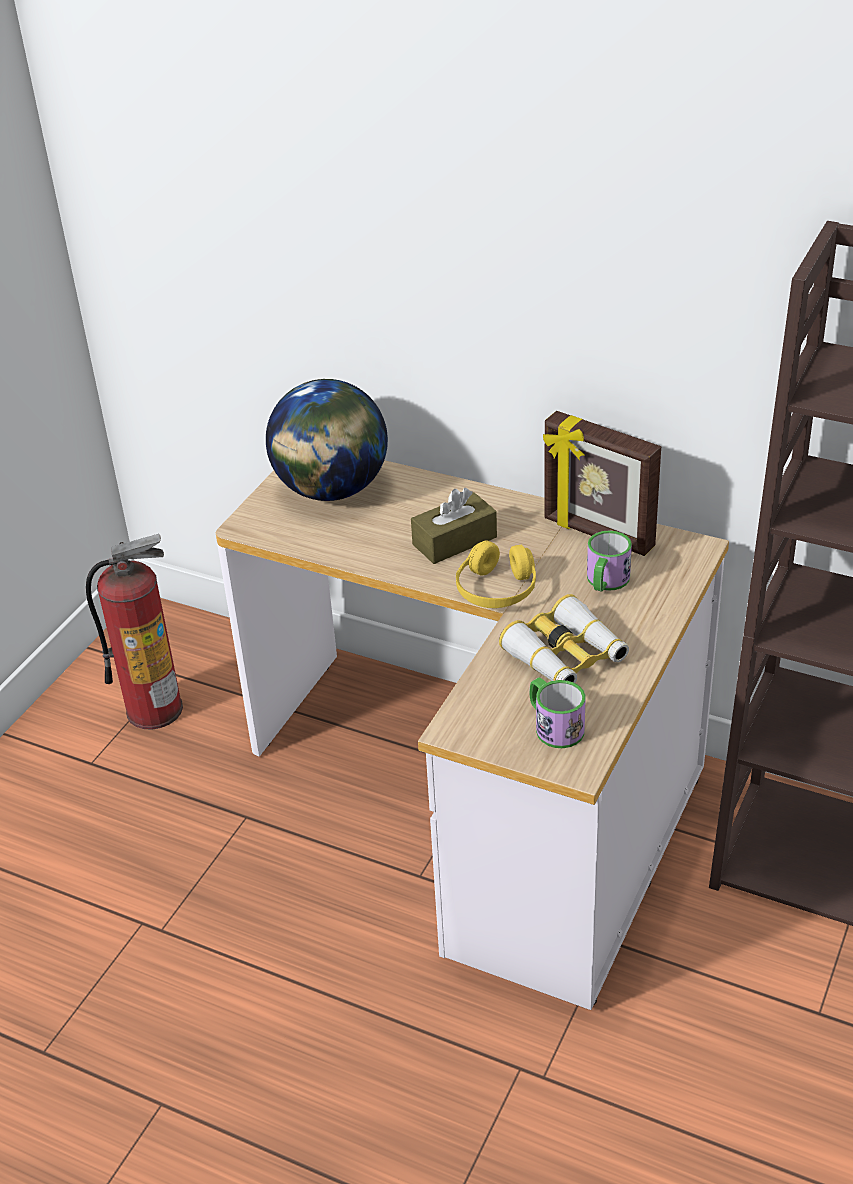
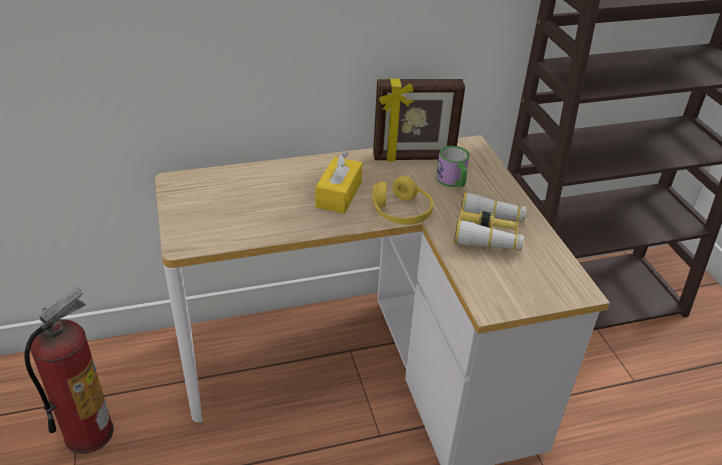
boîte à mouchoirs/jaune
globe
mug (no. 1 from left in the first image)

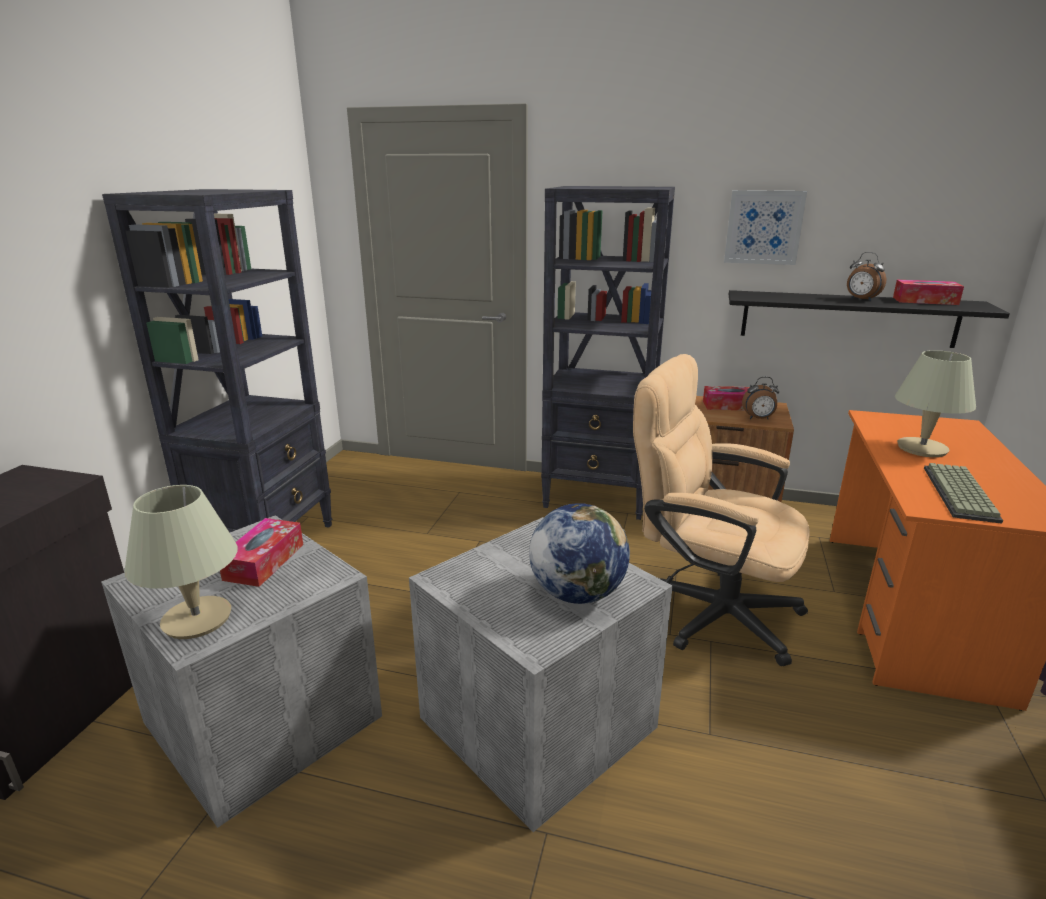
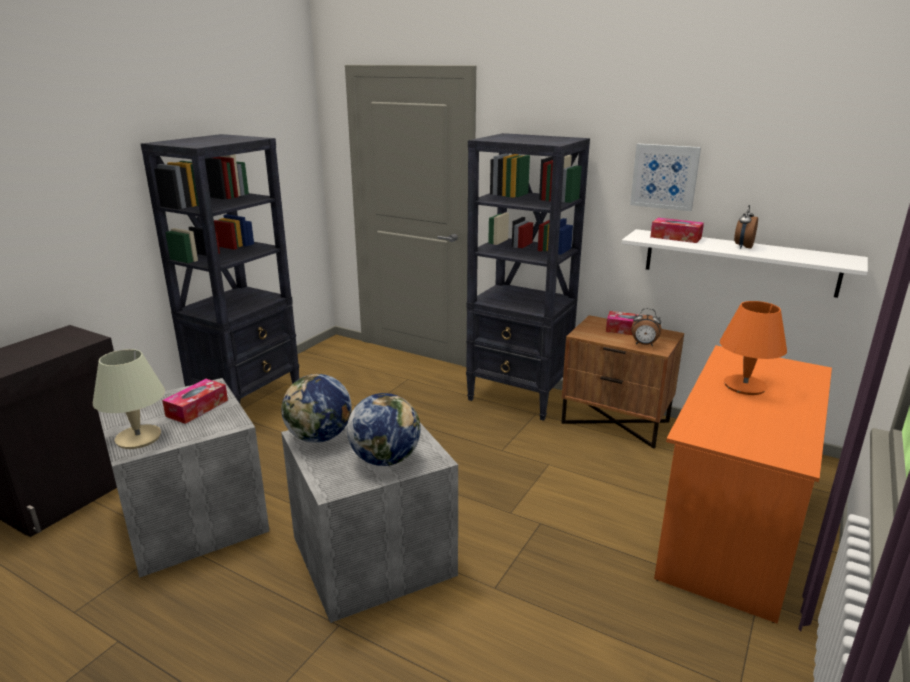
globe (no. 1 from left)
étagère/blanc
boîte à mouchoirs (no. 3 from left)
lampe de table/orange
réveil (no. 2 from left)
chaise de bureau/beige
clavier

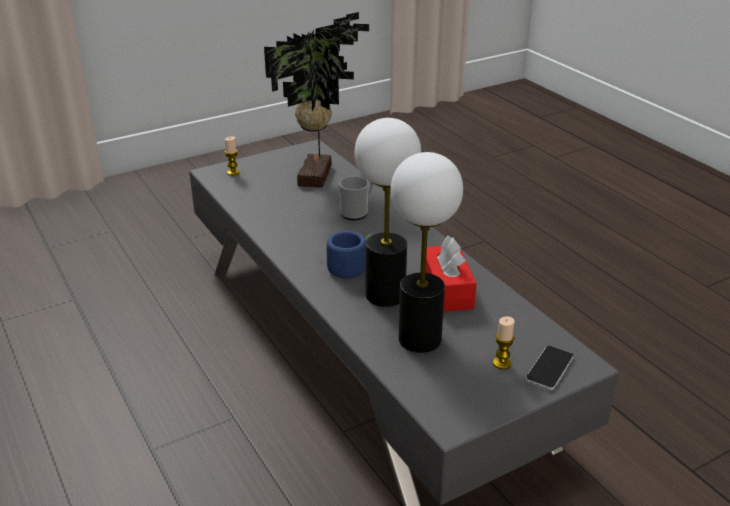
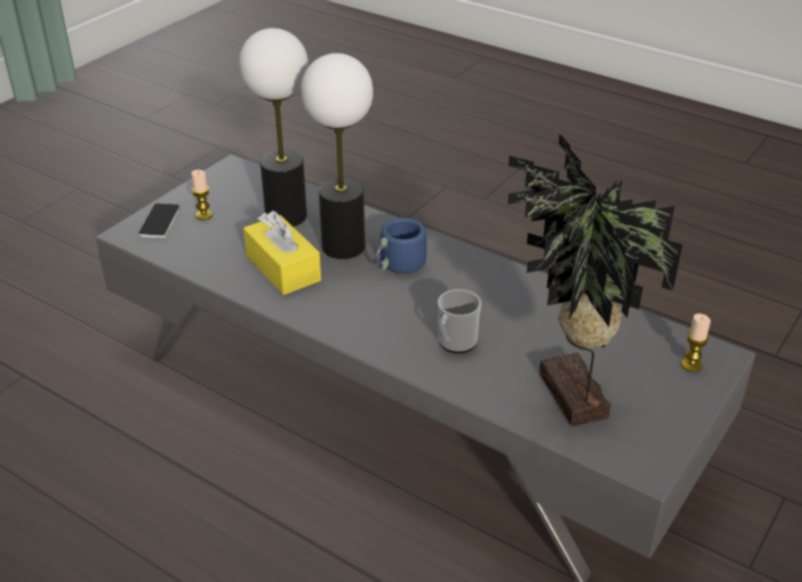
boîte à mouchoirs/jaune

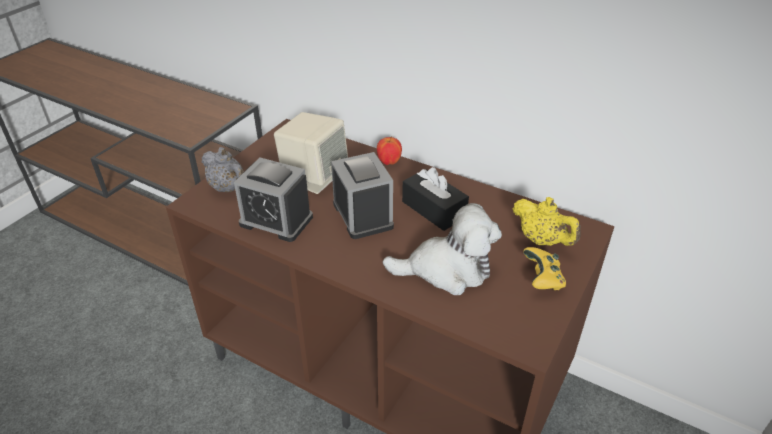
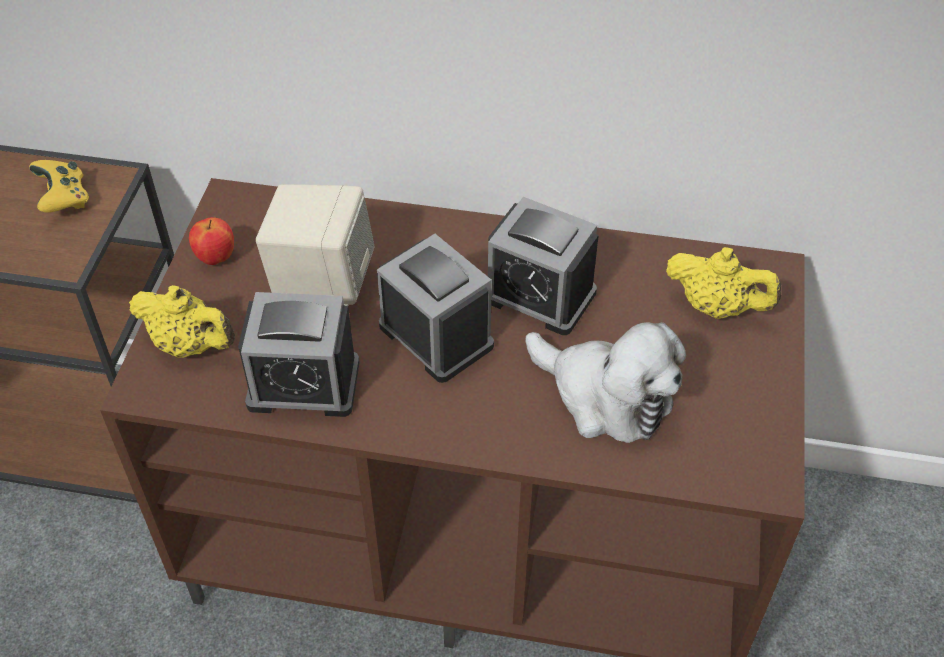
manette/jaune
théière/jaune (no. 1 from left)
pomme
réveil (no. 3 from left)
peluche

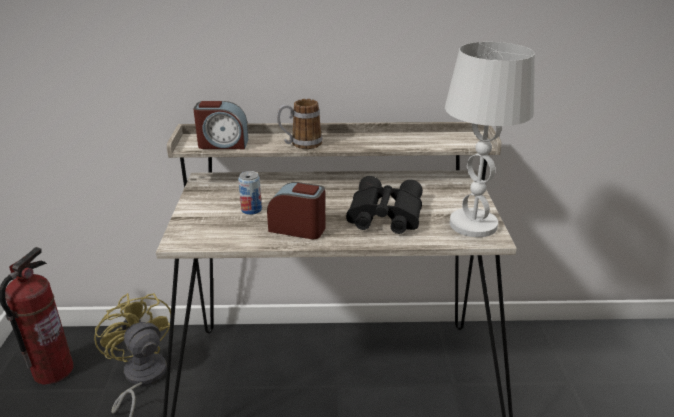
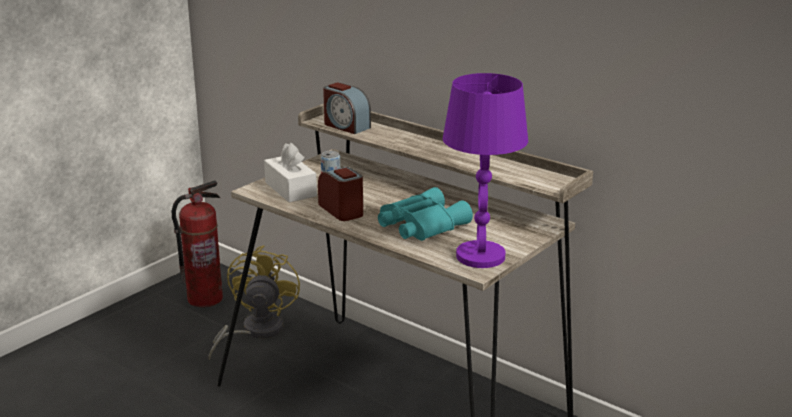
boîte à mouchoirs/blanc
jumelles/turquoise
lampe de table/violet
mug

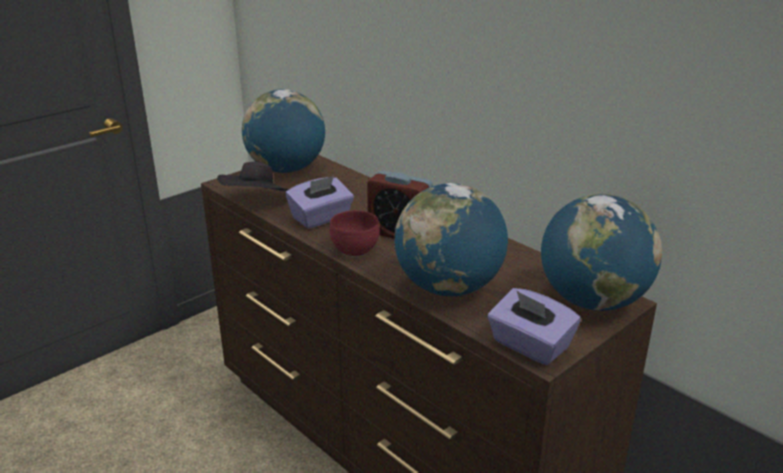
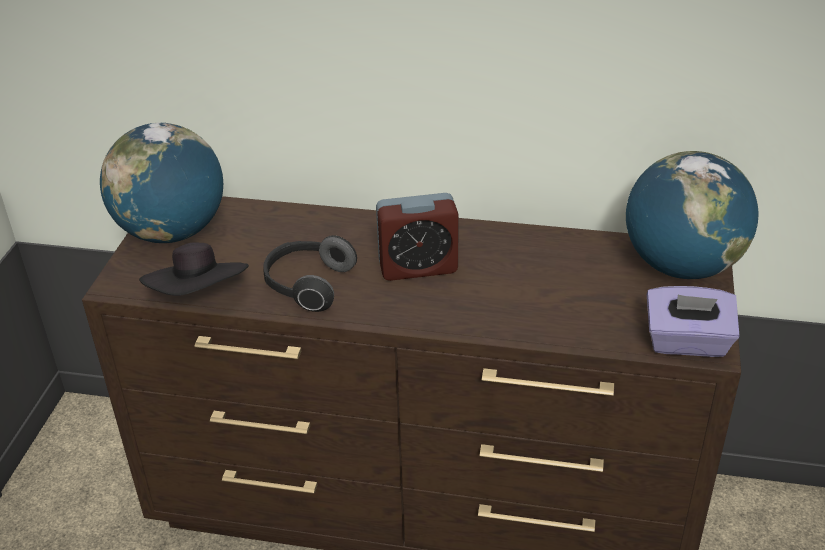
casque audio
bol/rouge
globe (no. 2 from left in the first image)

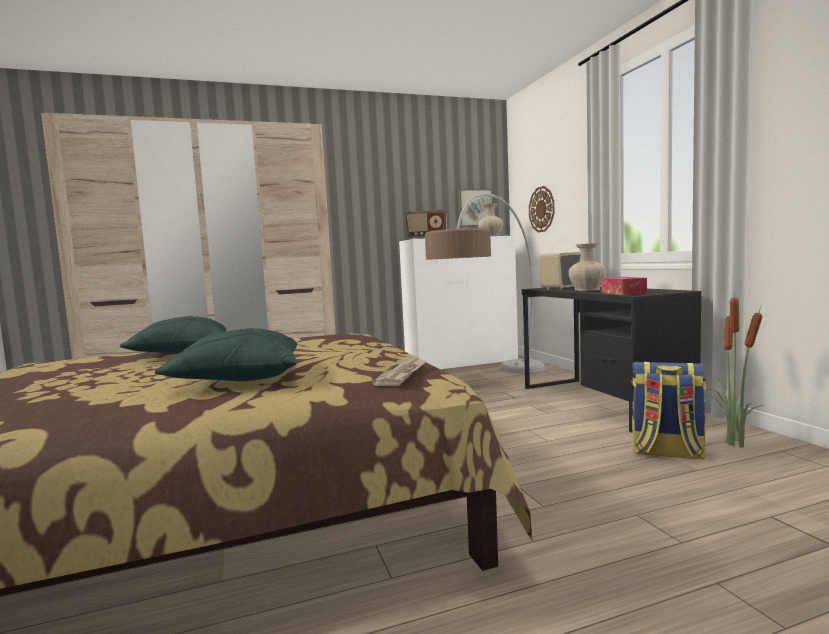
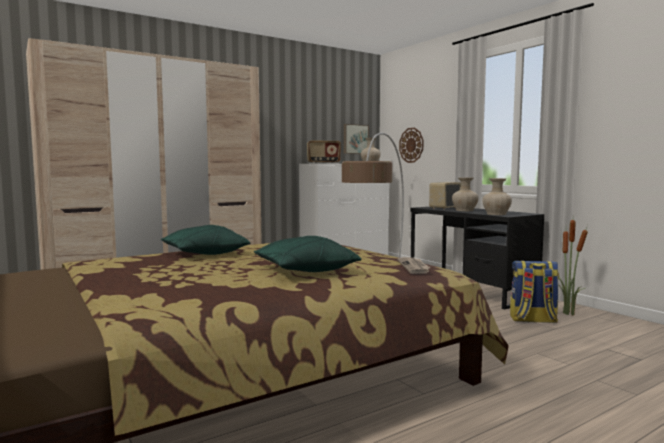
vase/beige (no. 3 from left)

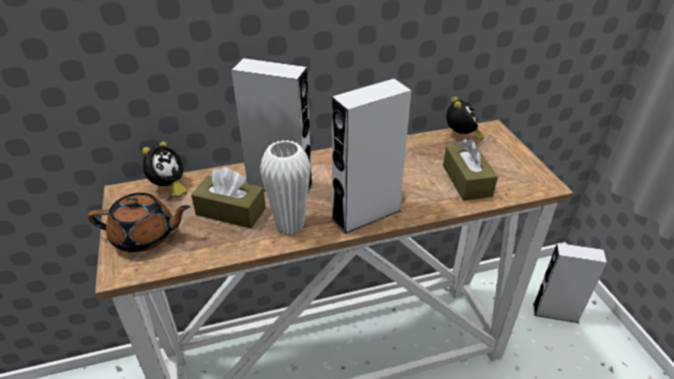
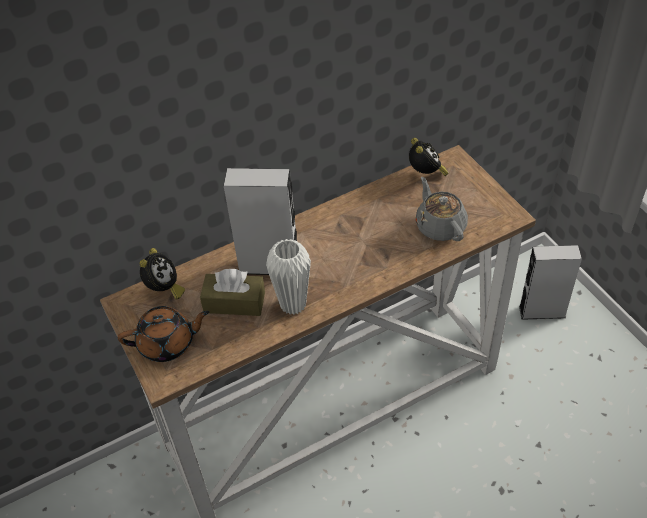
théière/gris
enceinte/gris (no. 2 from left in the first image)

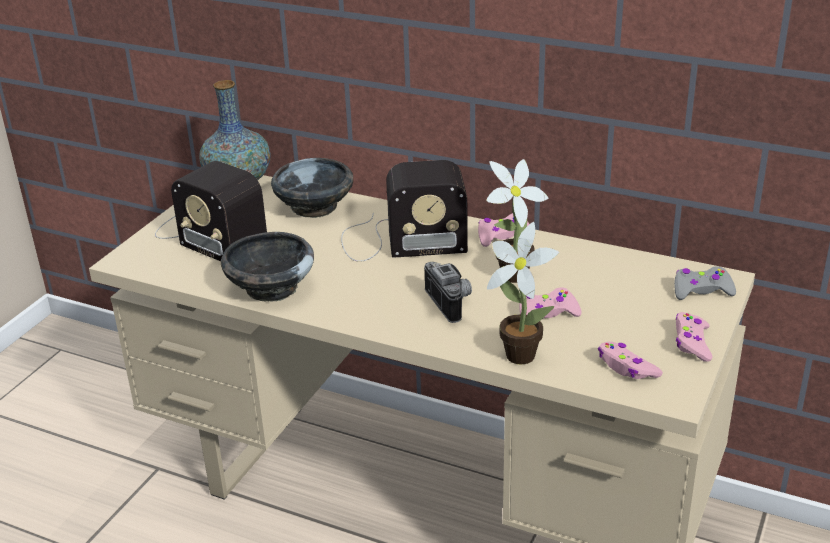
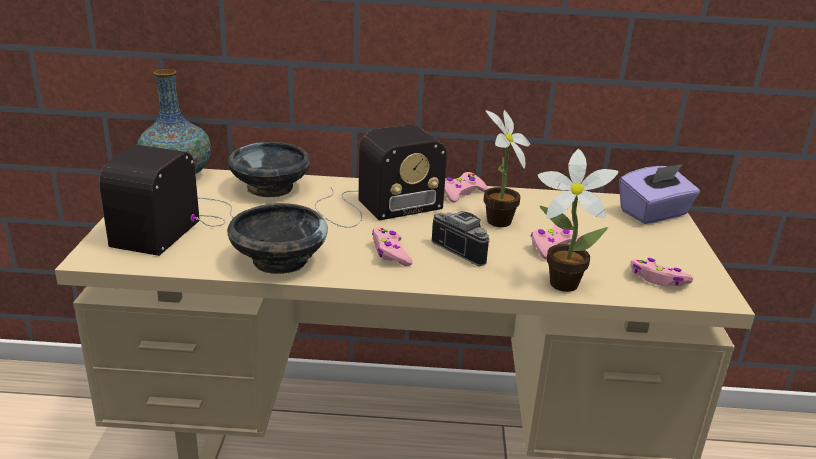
radio (no. 1 from left)
manette/rose (no. 1 from left)
boîte à mouchoirs/violet

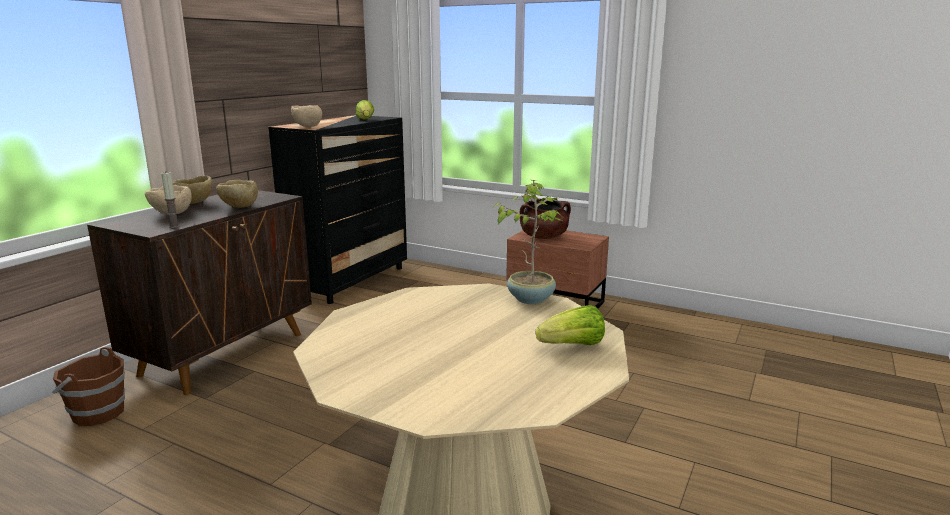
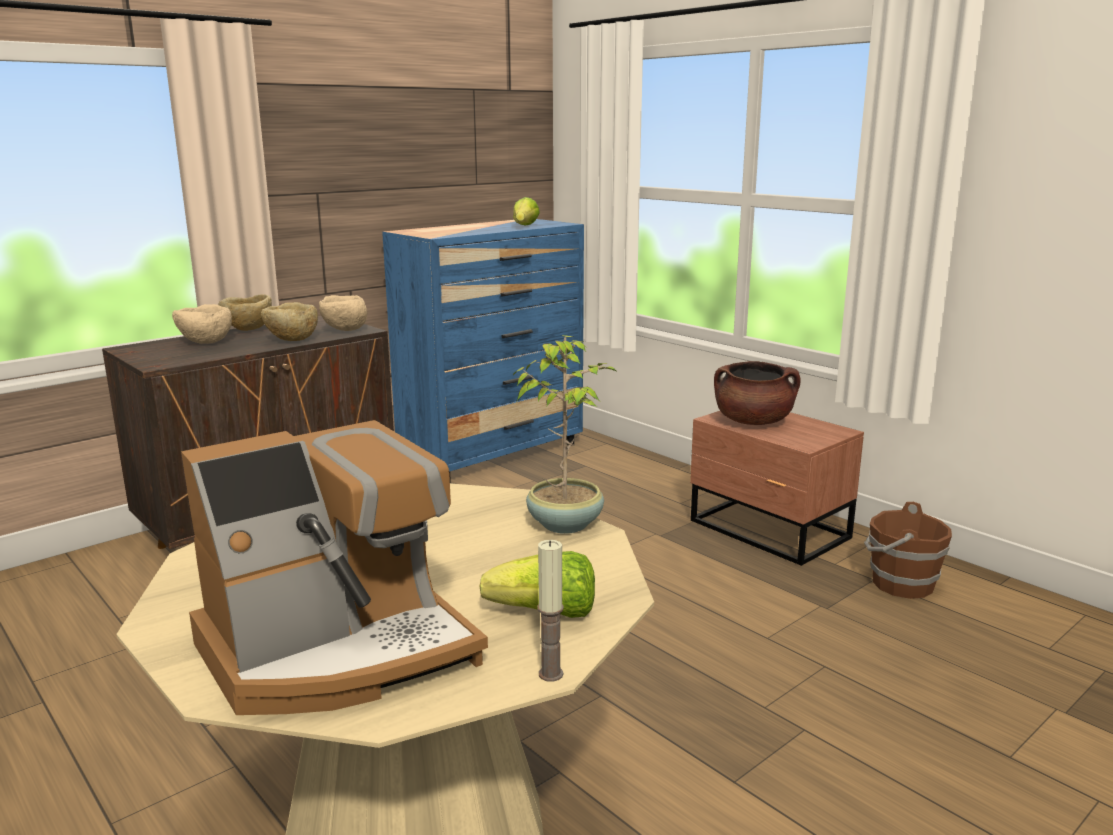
machine à café
bol/beige (no. 4 from left)
commode/bleu
bougie
seau/marron

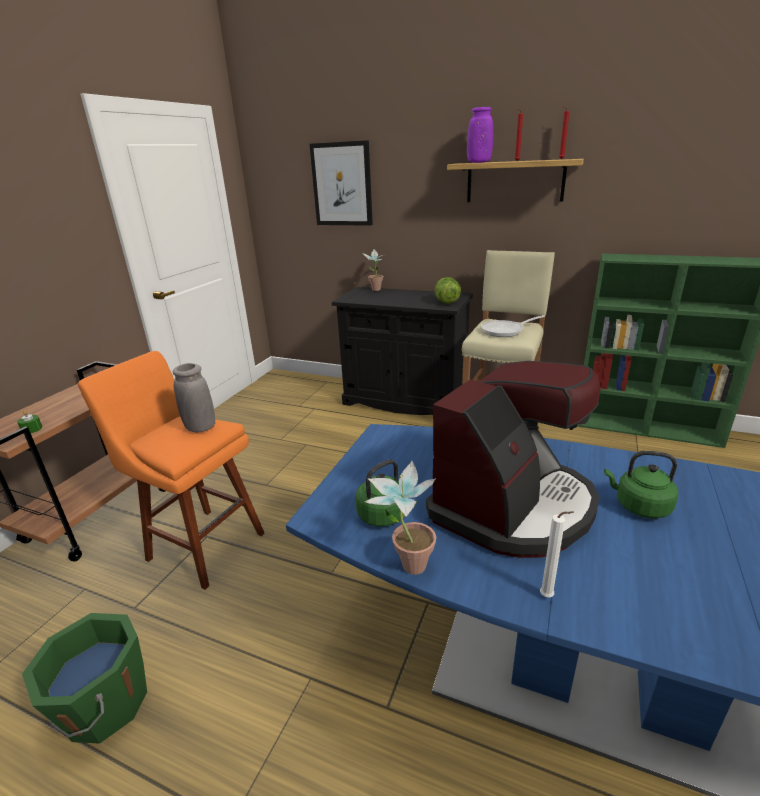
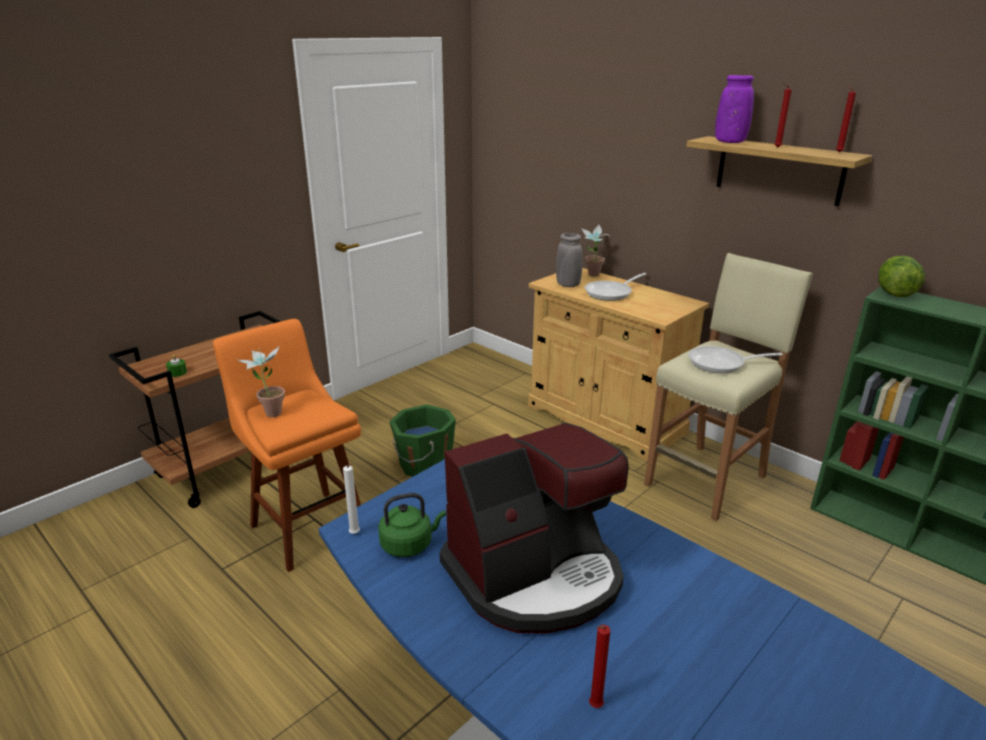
plante en pot (no. 1 from left)
bougie/blanc
seau/vert
meuble de rangement/beige
vase/gris
poêle (no. 1 from left)
bougie/rouge (no. 1 from left)
laitue
tableau
bouilloire/vert (no. 2 from left in the first image)

